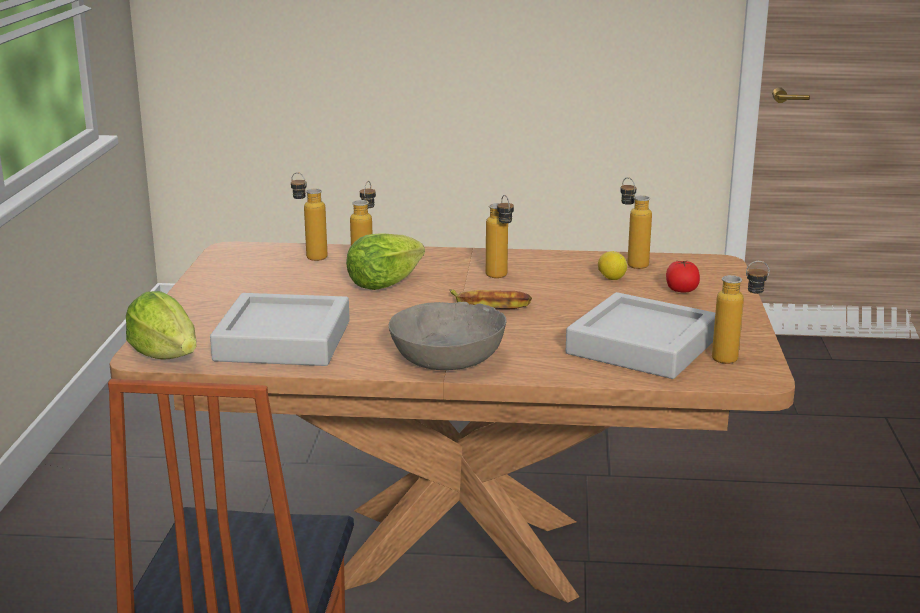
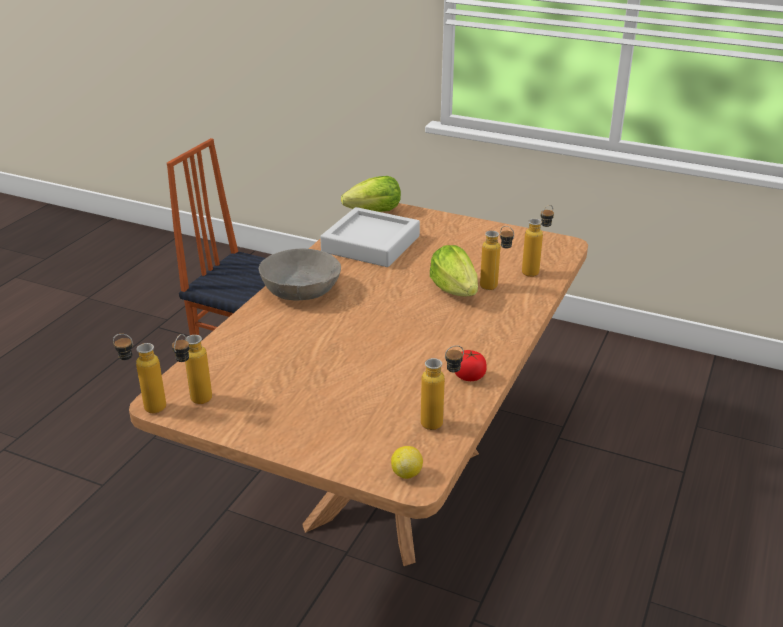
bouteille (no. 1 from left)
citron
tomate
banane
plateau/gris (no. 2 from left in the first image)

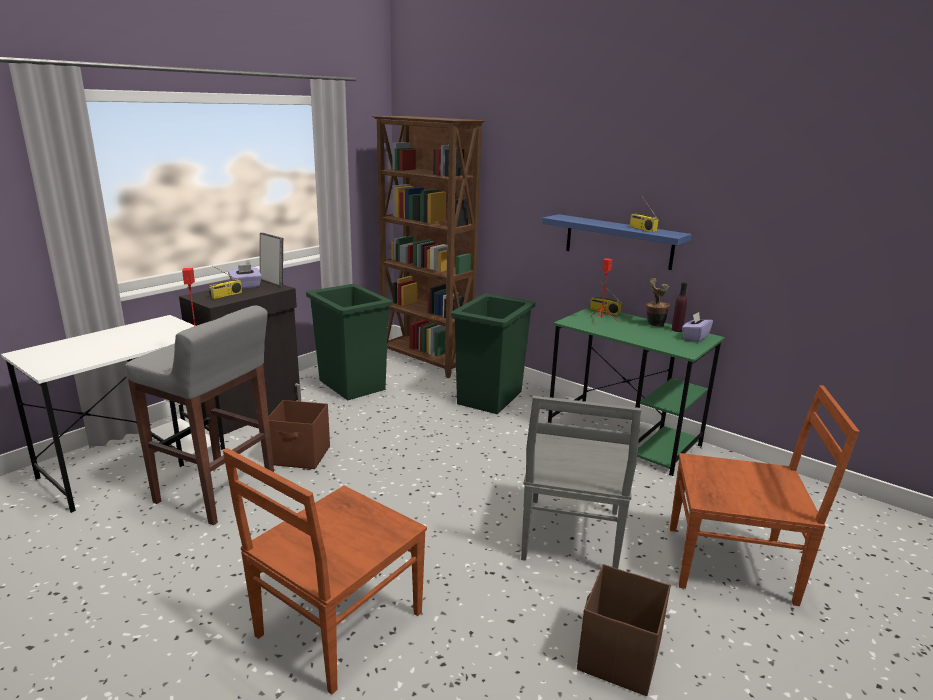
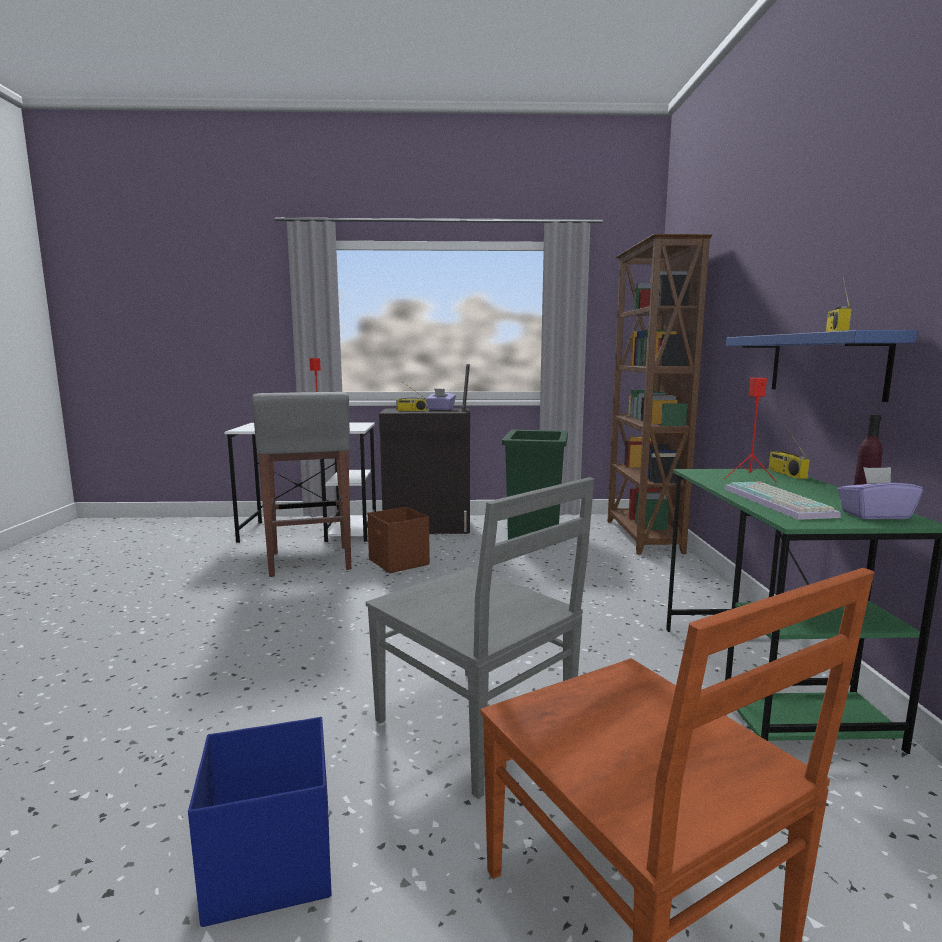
boîte de rangement/bleu
chaise/gris
clavier
chaise/marron (no. 1 from left in the first image)
poubelle/vert (no. 2 from left in the first image)
plante en pot

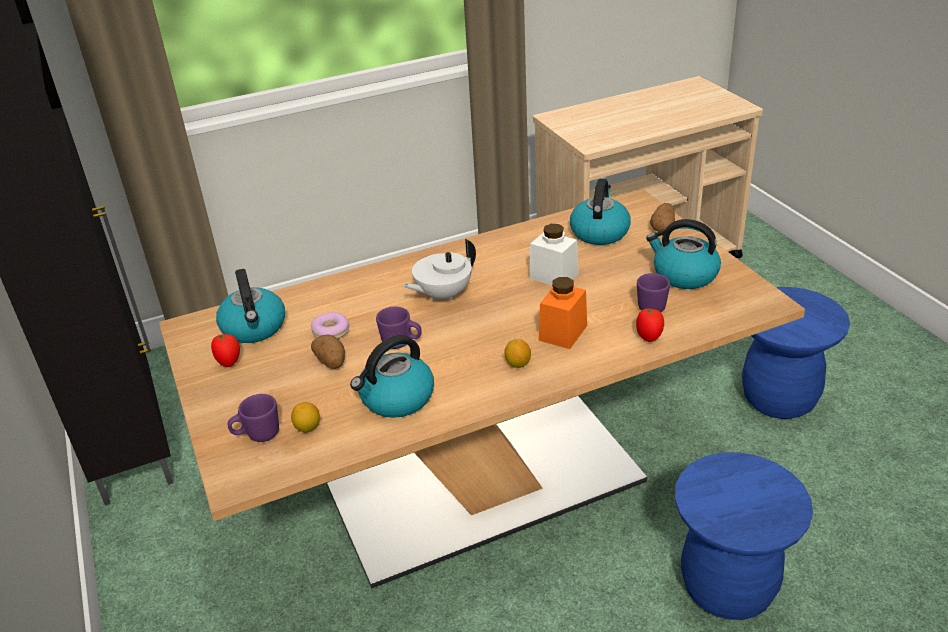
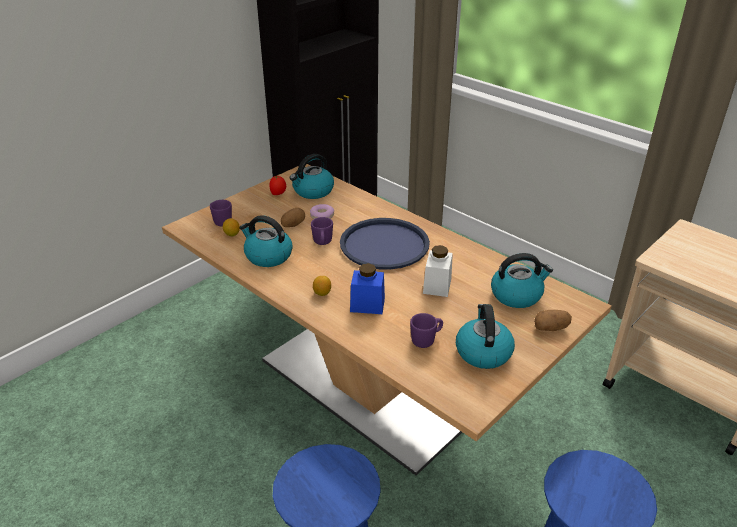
plateau/bleu
bocal/bleu
tomate (no. 2 from left in the first image)

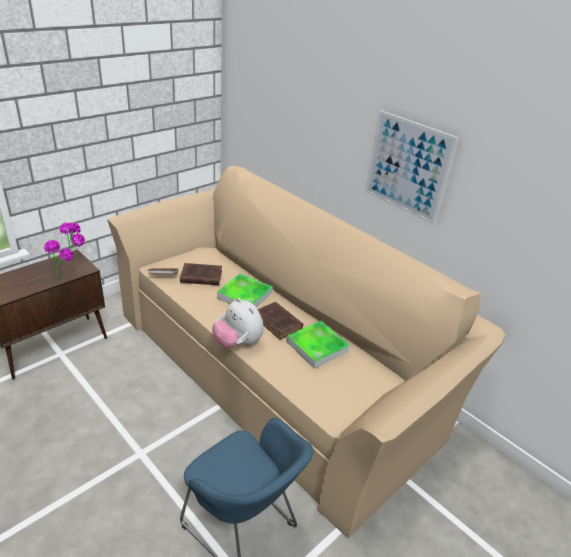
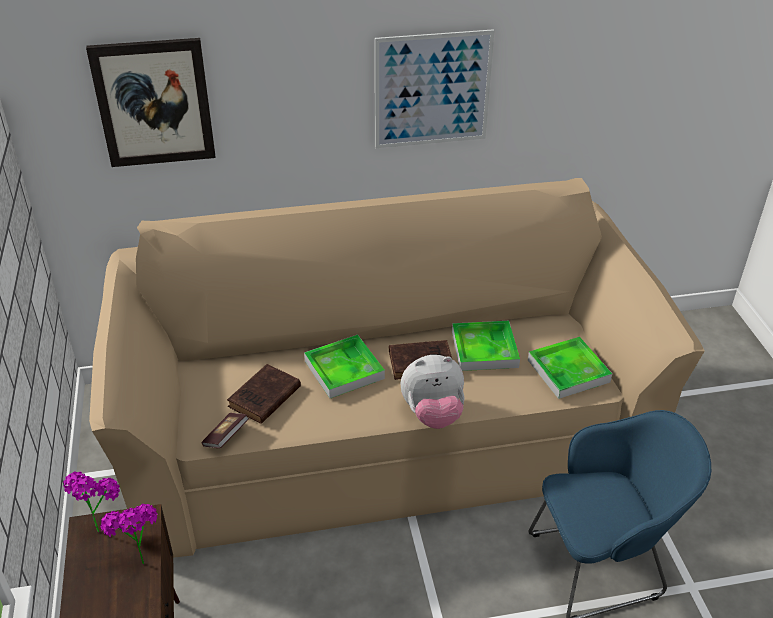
tableau (no. 1 from left)
plateau (no. 3 from left)

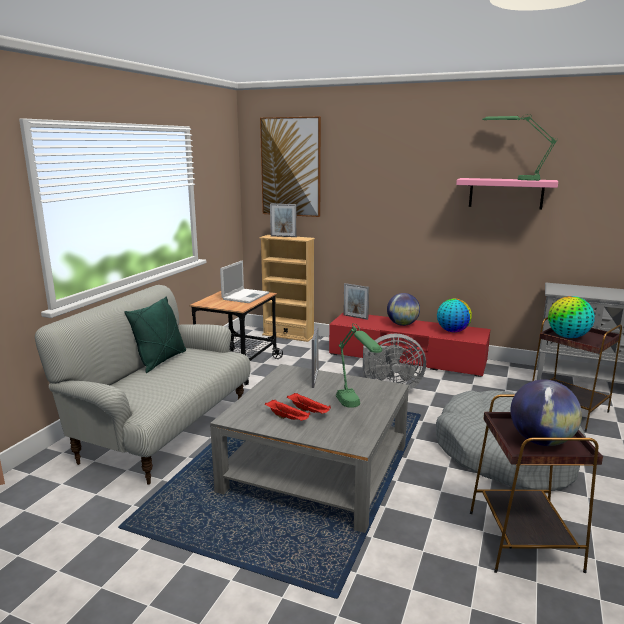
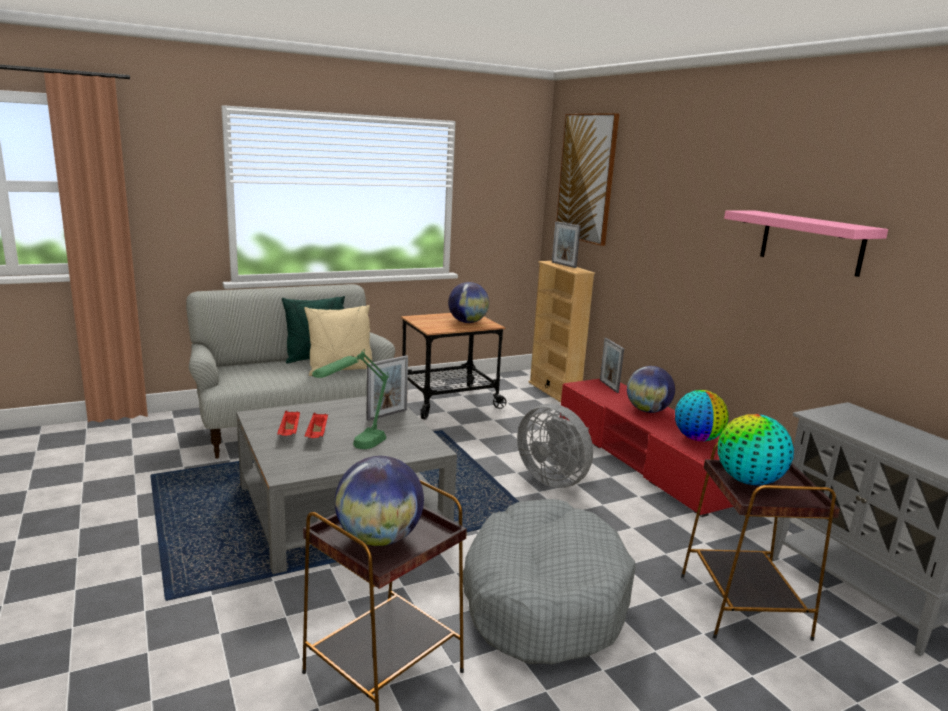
coussin/beige
globe (no. 2 from left)
lampe de table/vert (no. 2 from left in the first image)

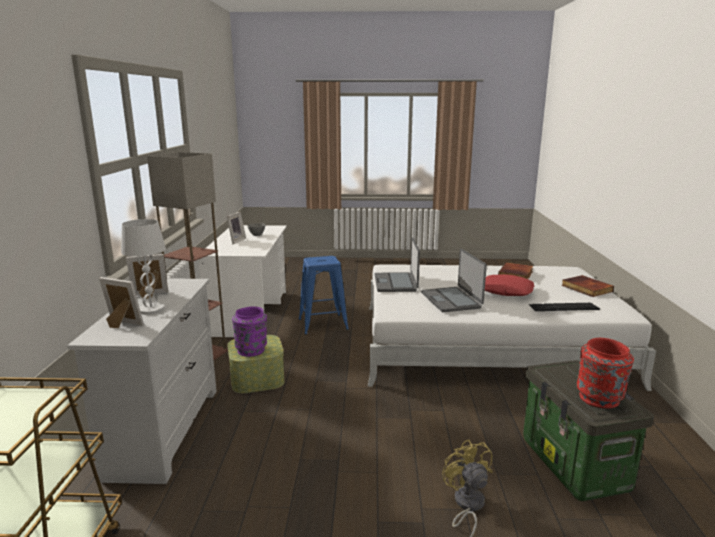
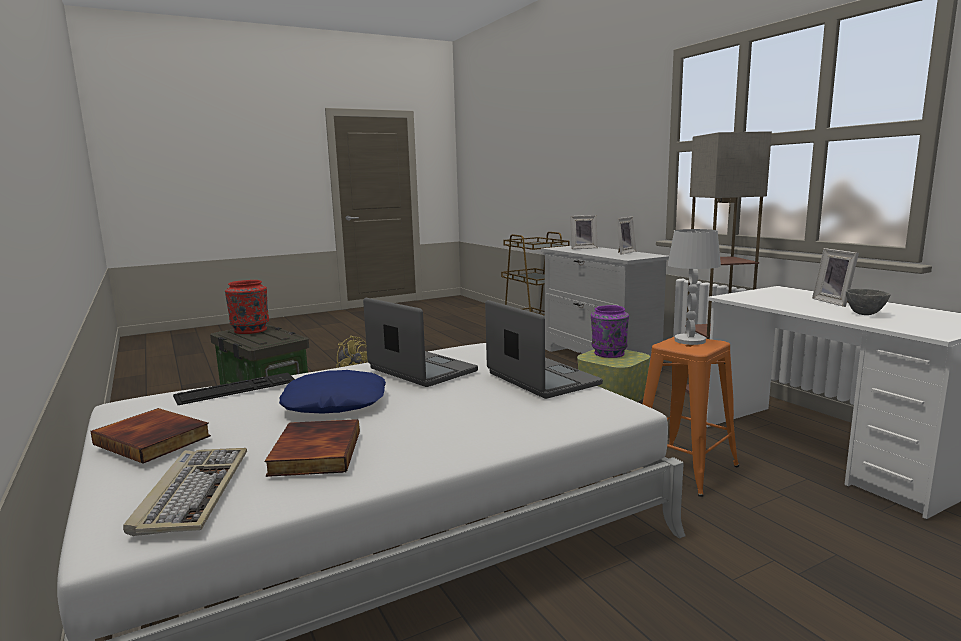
clavier (no. 1 from left)
coussin/bleu
tabouret/orange
lampe de table/blanc

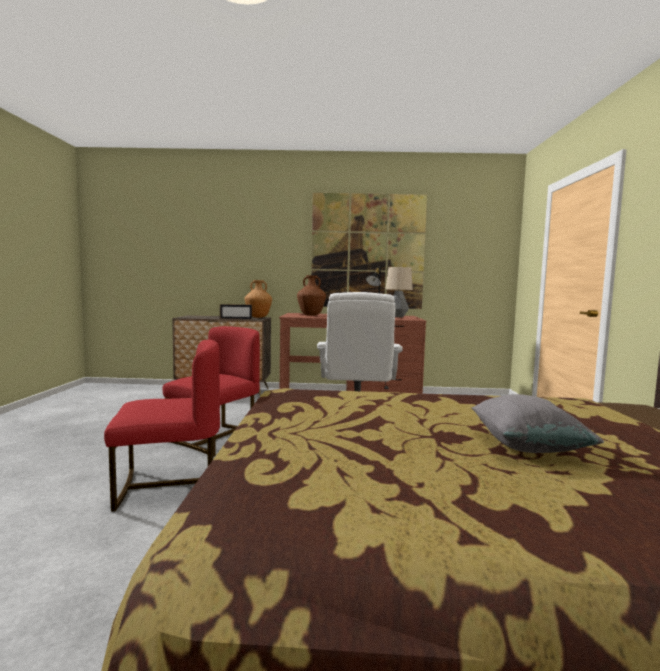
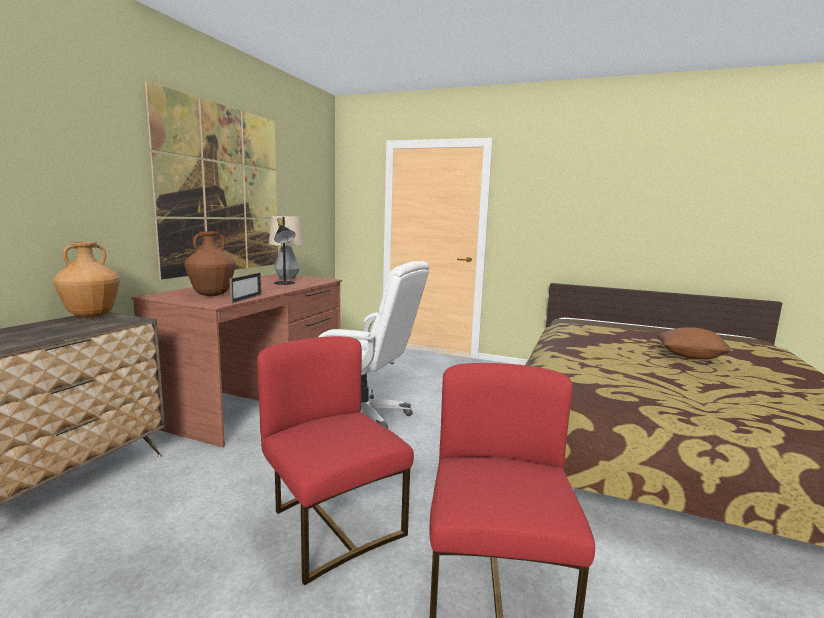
cadre photo
coussin/marron

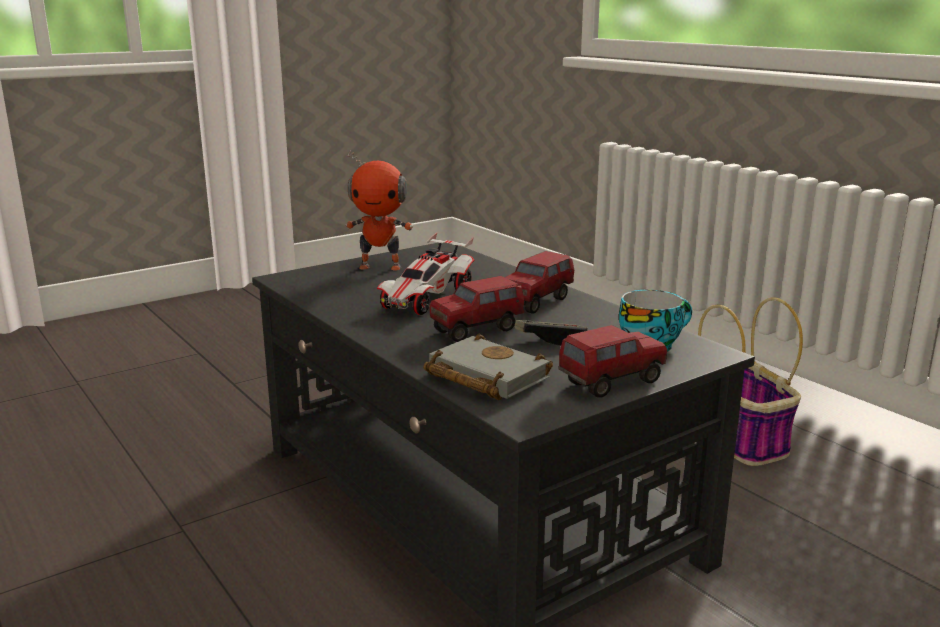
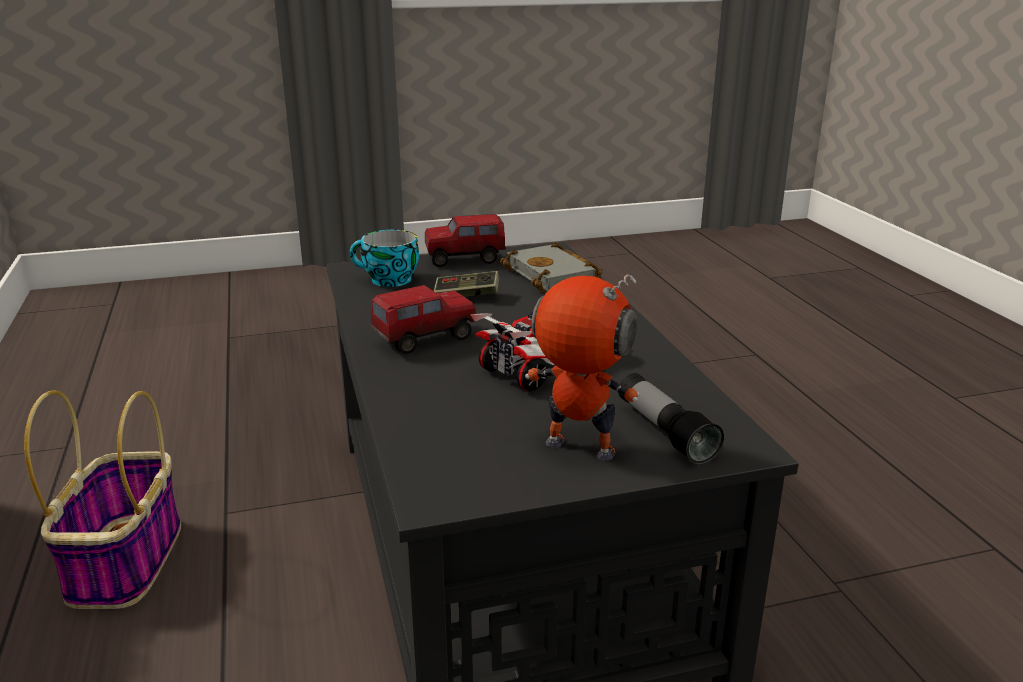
lampe de poche
camion jouet (no. 1 from left in the first image)

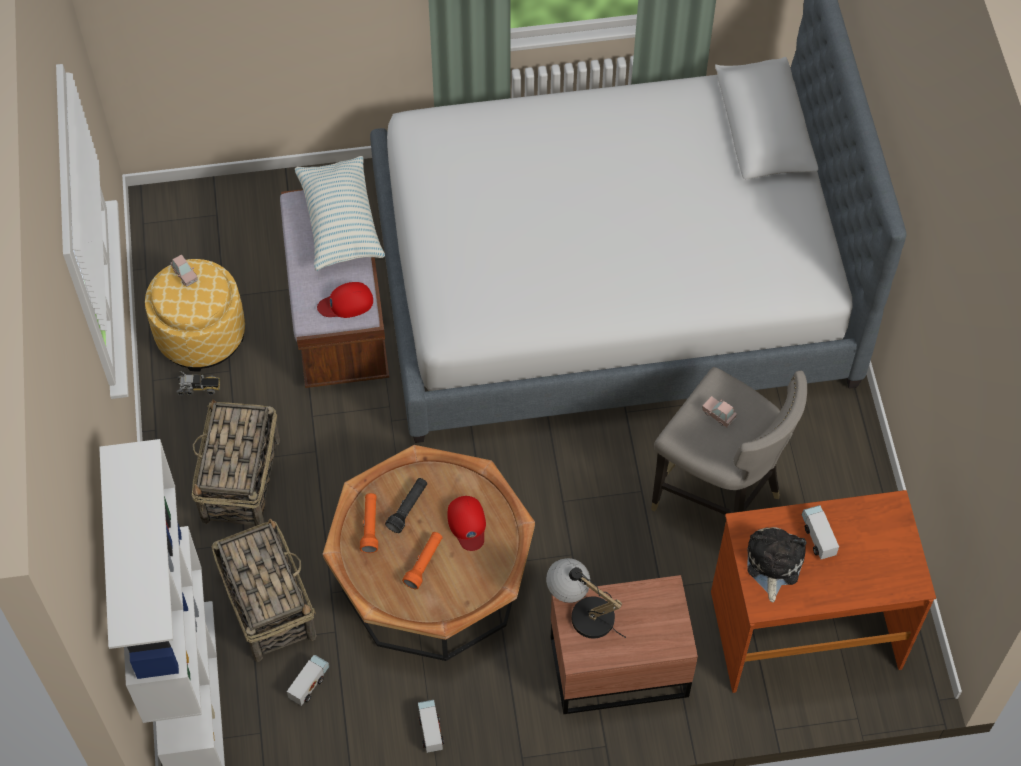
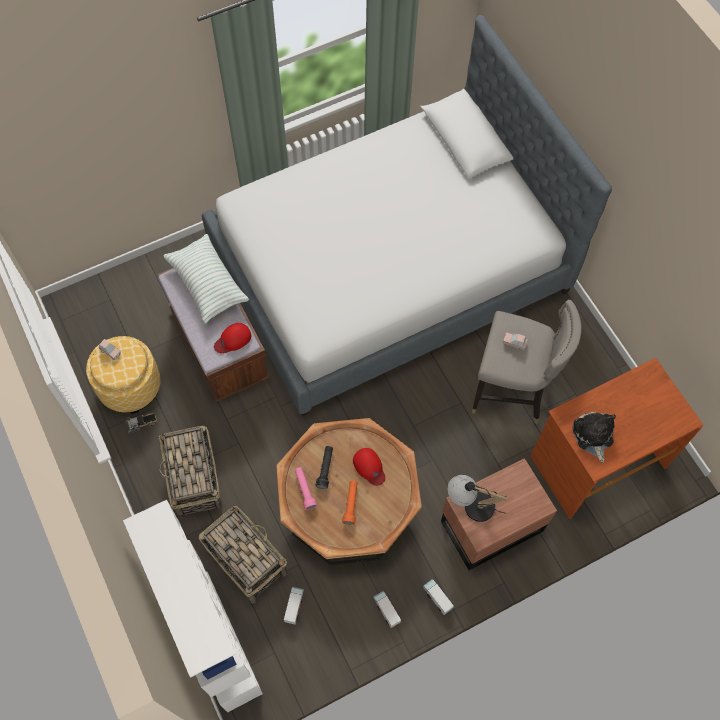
lampe de poche/rose
camion jouet (no. 4 from left)

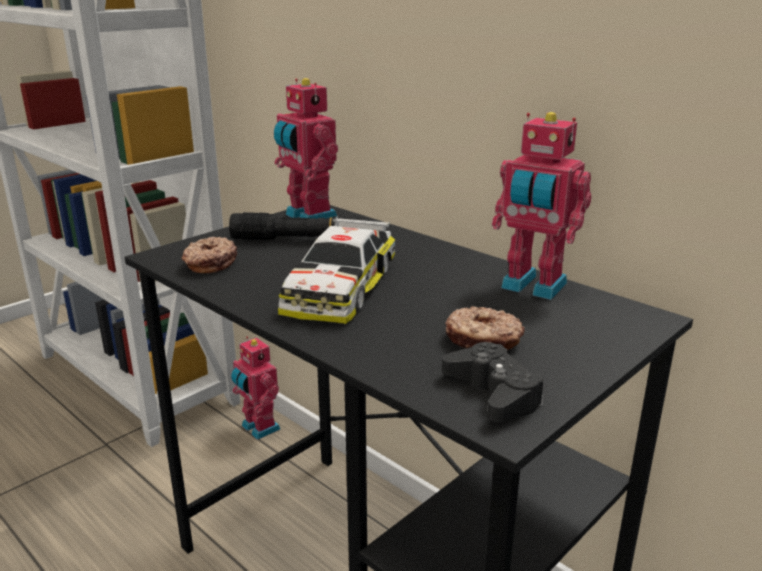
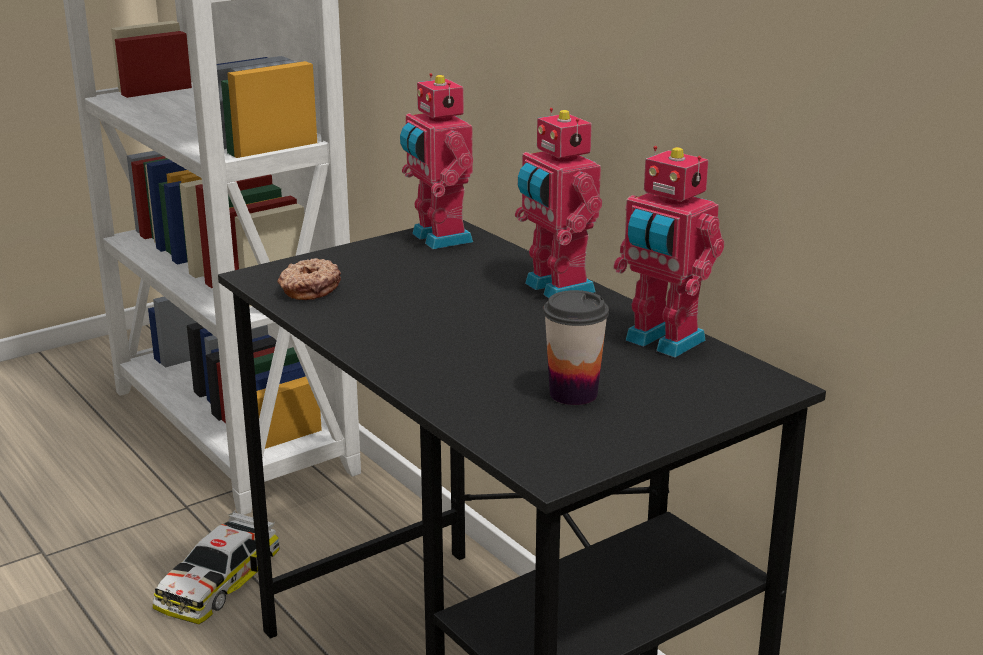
petite voiture
robot jouet (no. 2 from left)
tasse
lampe de poche/noir
manette/noir

